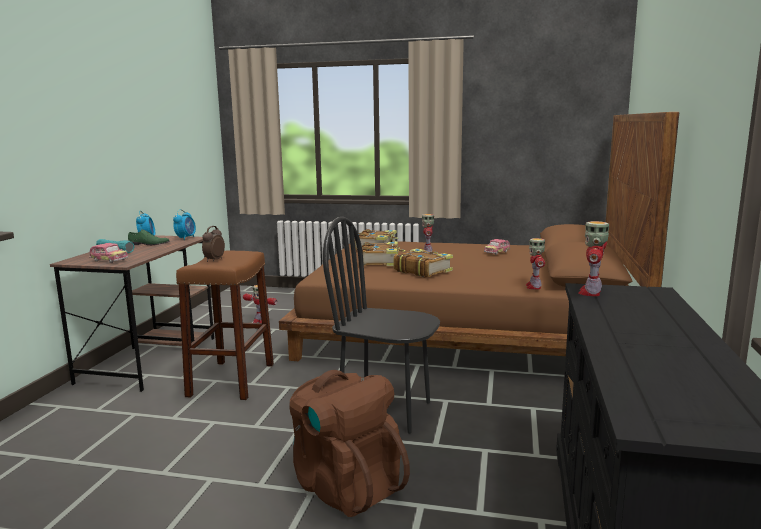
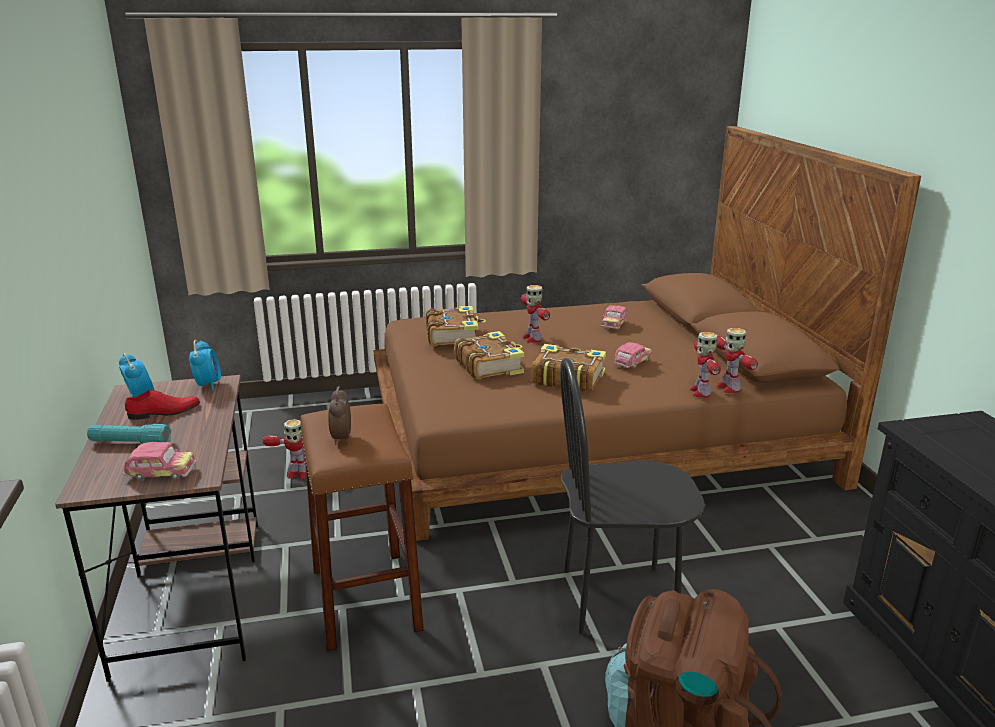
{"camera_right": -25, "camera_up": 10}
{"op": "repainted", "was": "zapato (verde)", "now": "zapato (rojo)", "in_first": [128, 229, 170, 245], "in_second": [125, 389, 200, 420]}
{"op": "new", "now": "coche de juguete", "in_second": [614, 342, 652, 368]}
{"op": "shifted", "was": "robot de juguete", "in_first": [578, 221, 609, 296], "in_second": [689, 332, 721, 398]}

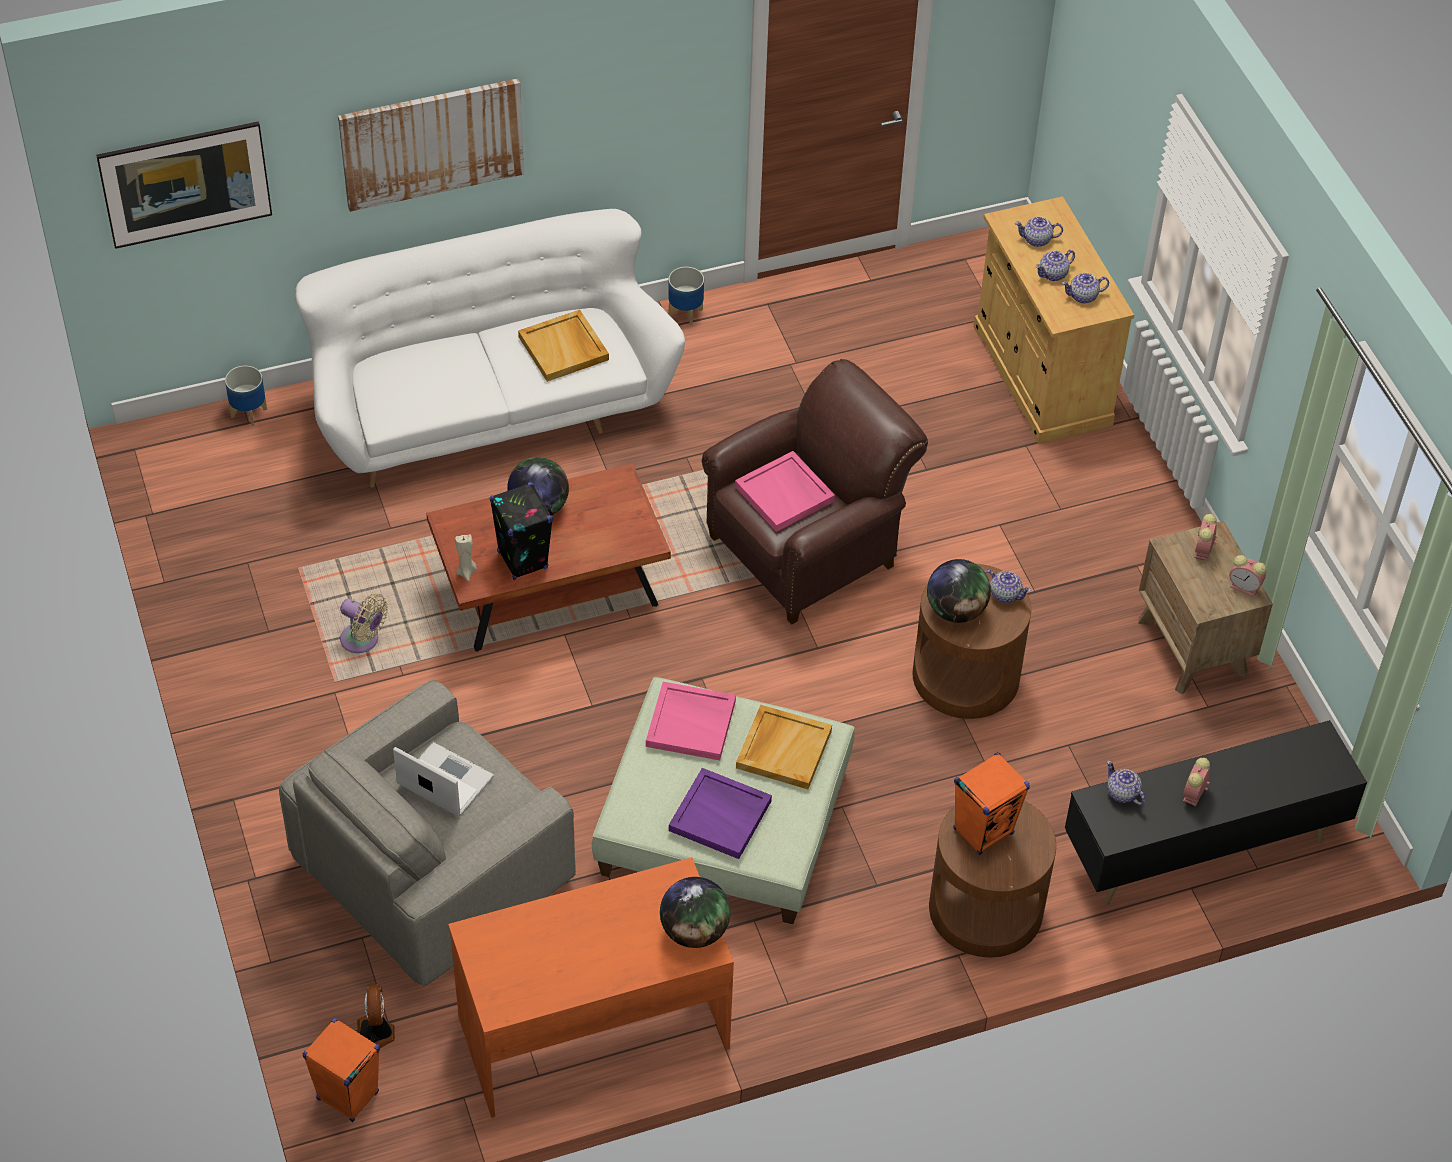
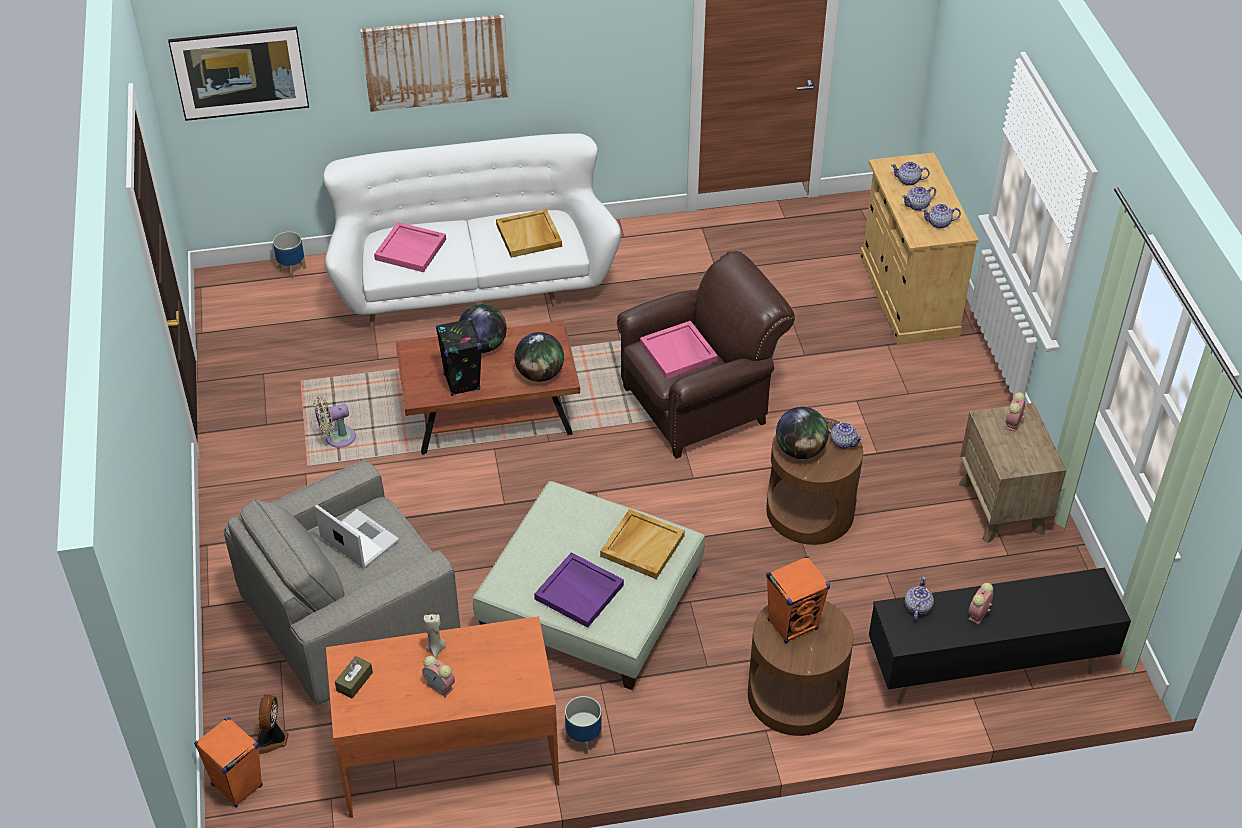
{"camera_right": 10, "camera_up": -5}
{"op": "rotated", "was": "ventilador (beis)", "in_first": [340, 594, 388, 653], "in_second": [313, 396, 356, 448], "clockwise": 120}
{"op": "new", "now": "caja de pañuelos (marrón)", "in_second": [335, 656, 373, 699]}
{"op": "shifted", "was": "bandeja (rosa)", "in_first": [646, 682, 736, 760], "in_second": [374, 222, 446, 272]}
{"op": "shifted", "was": "despertador", "in_first": [1229, 555, 1267, 597], "in_second": [422, 656, 455, 697]}
{"op": "shifted", "was": "vela (beis)", "in_first": [455, 534, 477, 582], "in_second": [424, 614, 446, 658]}
{"op": "shifted", "was": "globo terráqueo", "in_first": [660, 877, 731, 948], "in_second": [515, 332, 564, 382]}
{"op": "shifted", "was": "maceta", "in_first": [668, 267, 704, 326], "in_second": [565, 696, 602, 754]}
{"op": "rotated", "was": "tetera", "in_first": [1107, 760, 1145, 805], "in_second": [905, 577, 934, 619], "clockwise": 45}

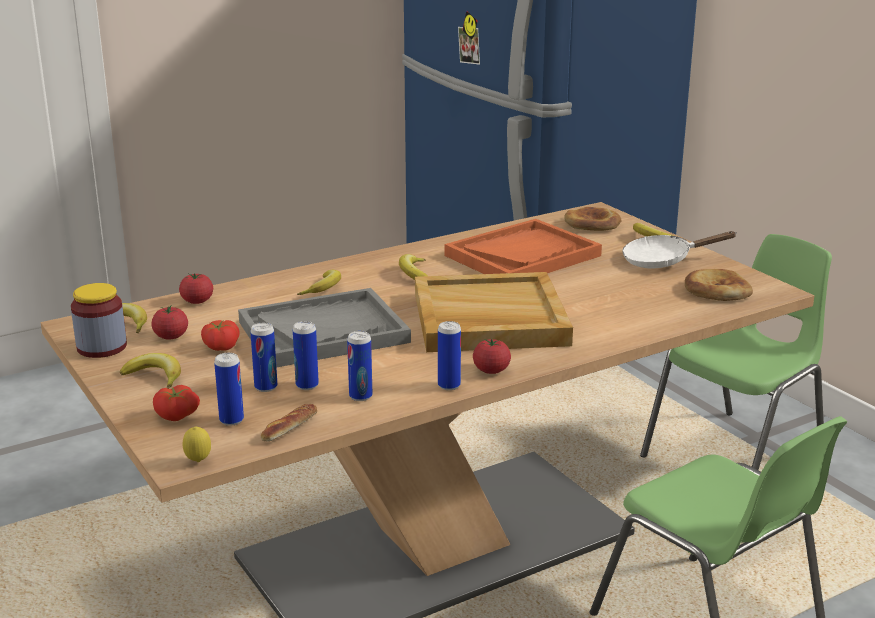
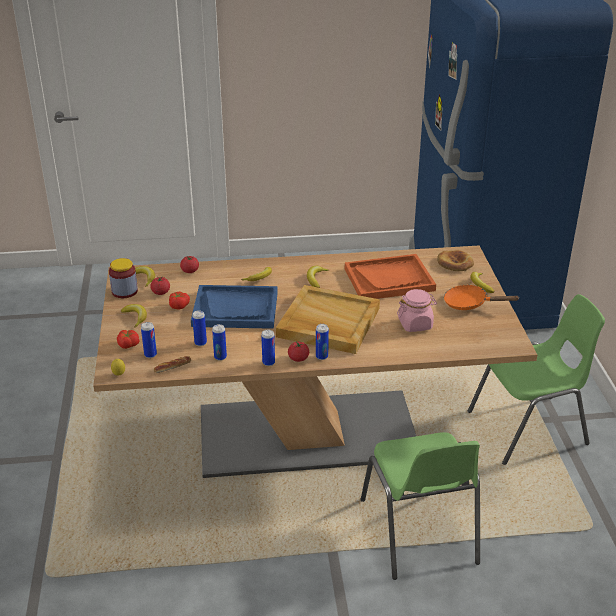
{"camera_right": 25, "camera_up": 10}
{"op": "repainted", "was": "bandeja (gris)", "now": "bandeja (azul)", "in_first": [238, 288, 411, 367], "in_second": [191, 285, 278, 329]}
{"op": "shifted", "was": "lata", "in_first": [250, 323, 278, 392], "in_second": [316, 324, 329, 360]}
{"op": "new", "now": "tarro (rosa)", "in_second": [397, 289, 437, 332]}
{"op": "repainted", "was": "sartén (blanco)", "now": "sartén (naranja)", "in_first": [622, 231, 737, 268], "in_second": [444, 284, 519, 310]}
{"op": "gone", "was": "pan", "in_first": [685, 269, 753, 301]}

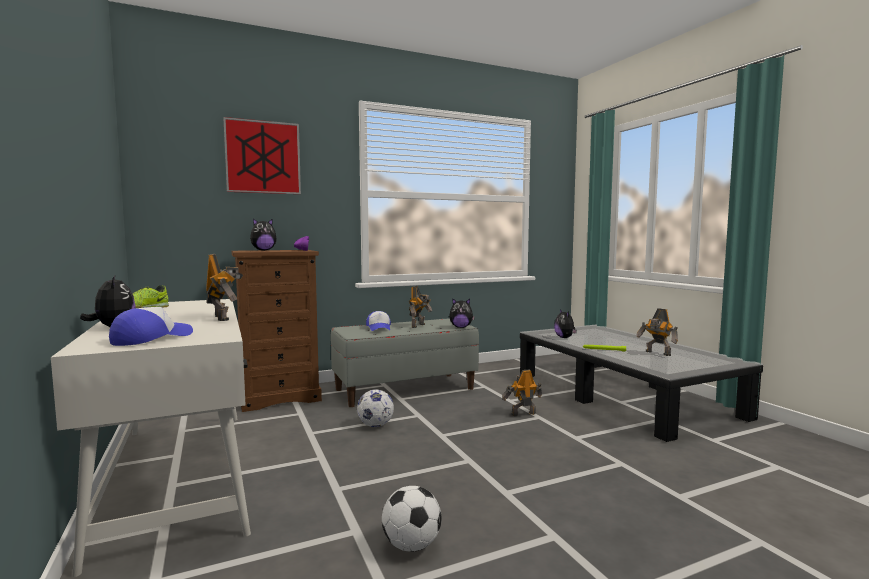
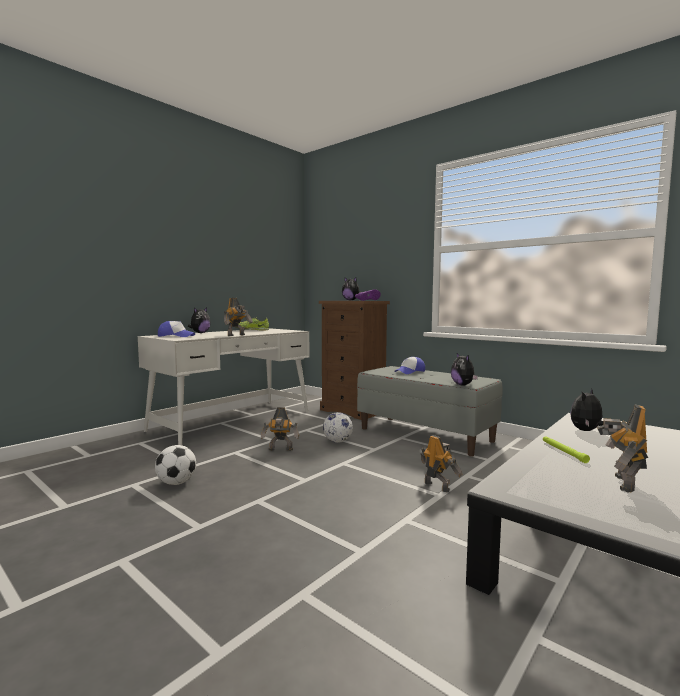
{"camera_right": 65, "camera_up": 0}
{"op": "shifted", "was": "robot de juguete", "in_first": [409, 286, 432, 328], "in_second": [261, 407, 299, 451]}
{"op": "gone", "was": "cuadro", "in_first": [223, 117, 301, 194]}

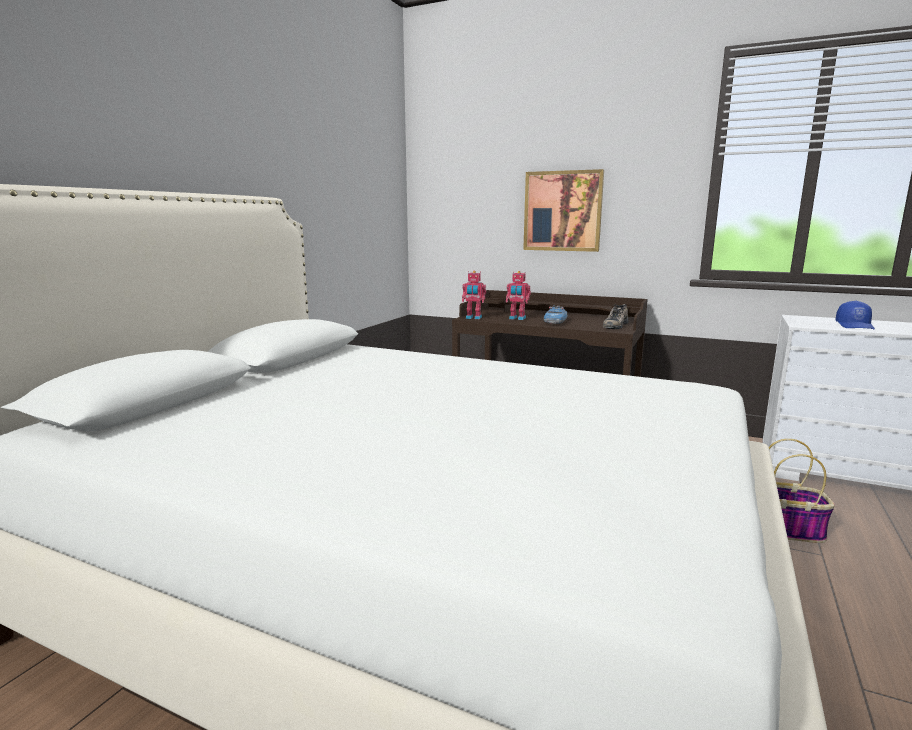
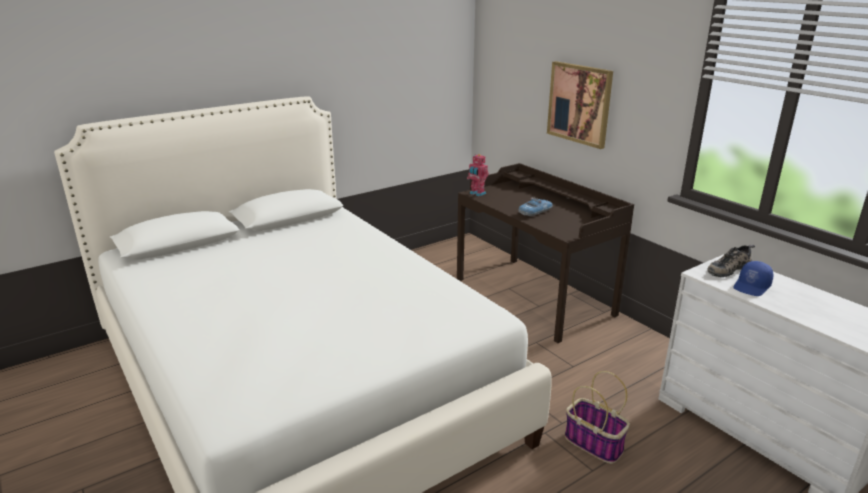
{"camera_right": 30, "camera_up": 10}
{"op": "shifted", "was": "zapato", "in_first": [603, 304, 628, 329], "in_second": [707, 245, 755, 277]}
{"op": "gone", "was": "robot de juguete", "in_first": [506, 271, 531, 320]}

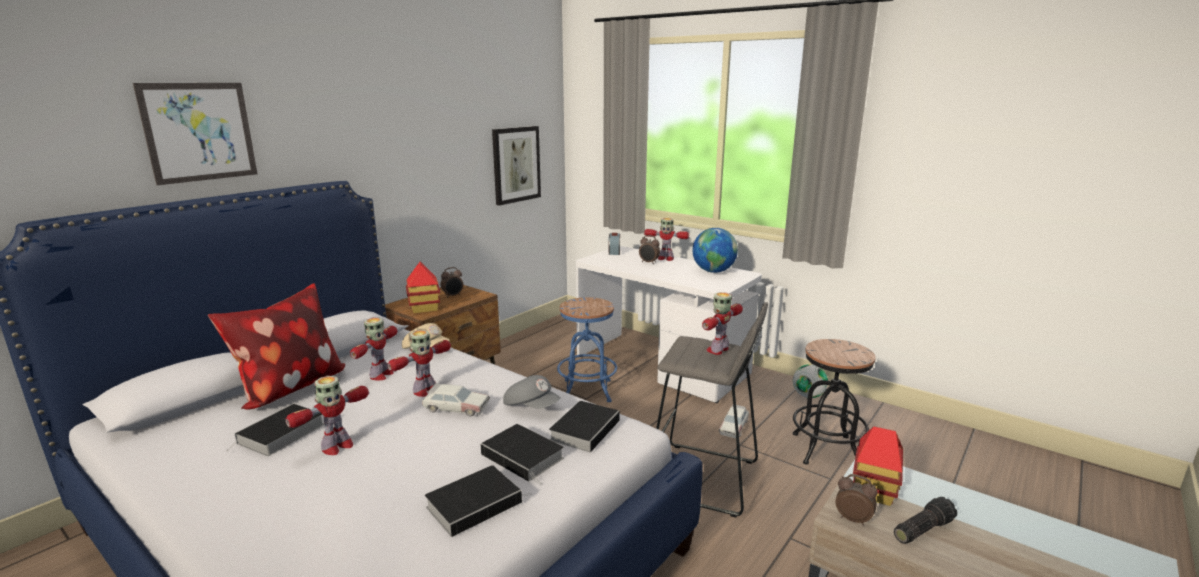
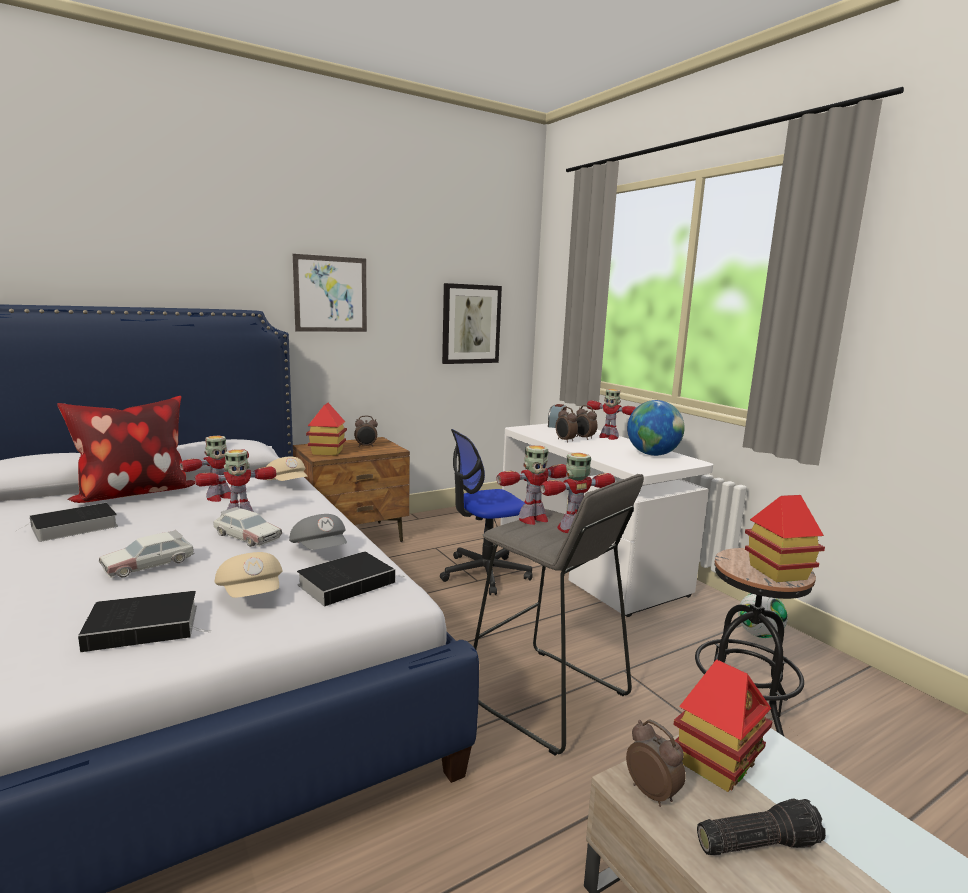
{"camera_right": 20, "camera_up": -5}
{"op": "shifted", "was": "coche de juguete", "in_first": [719, 405, 749, 438], "in_second": [99, 530, 195, 578]}
{"op": "swapped", "was": "libro", "now": "gorra (beis)", "in_first": [481, 424, 564, 485], "in_second": [215, 552, 283, 598]}
{"op": "shifted", "was": "cuadro", "in_first": [133, 83, 257, 185], "in_second": [293, 254, 367, 332]}
{"op": "swapped", "was": "taburete (azul)", "now": "silla de oficina", "in_first": [557, 297, 617, 402], "in_second": [440, 429, 533, 595]}
{"op": "shifted", "was": "robot de juguete", "in_first": [285, 376, 369, 455], "in_second": [496, 445, 567, 525]}
{"op": "new", "now": "despertador", "in_second": [556, 407, 578, 443]}
{"op": "new", "now": "casita", "in_second": [745, 495, 825, 582]}

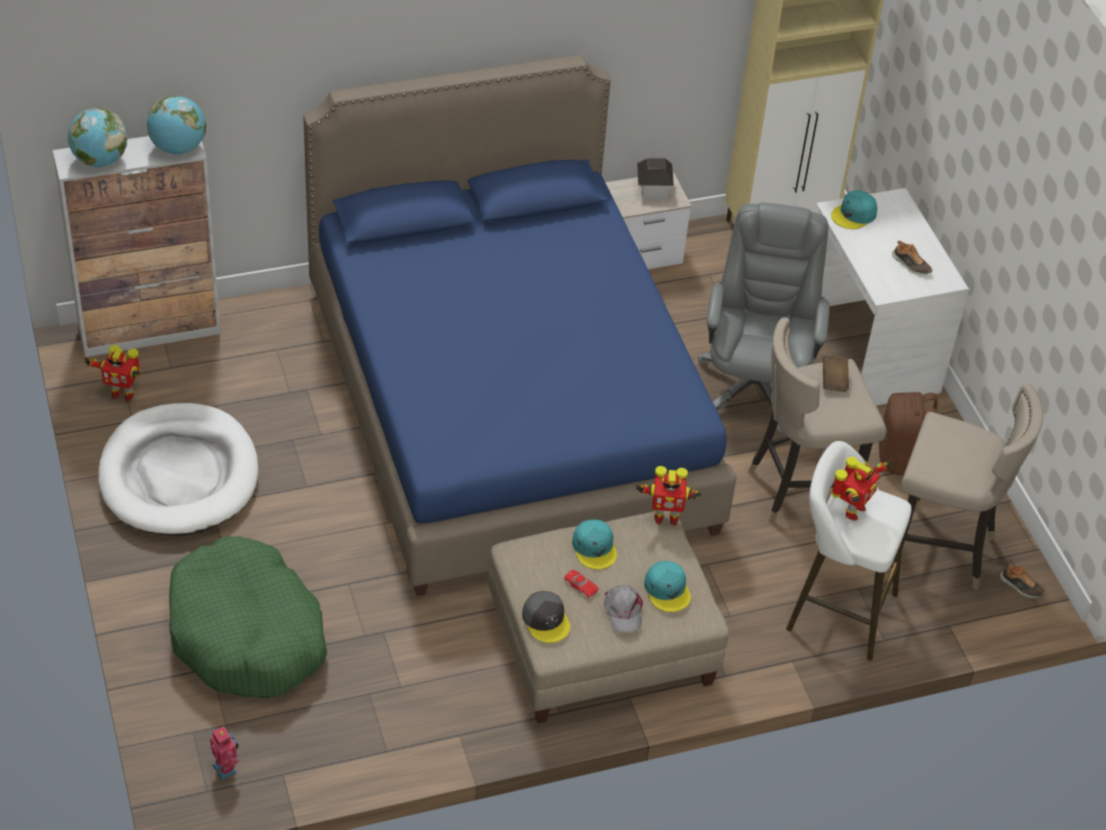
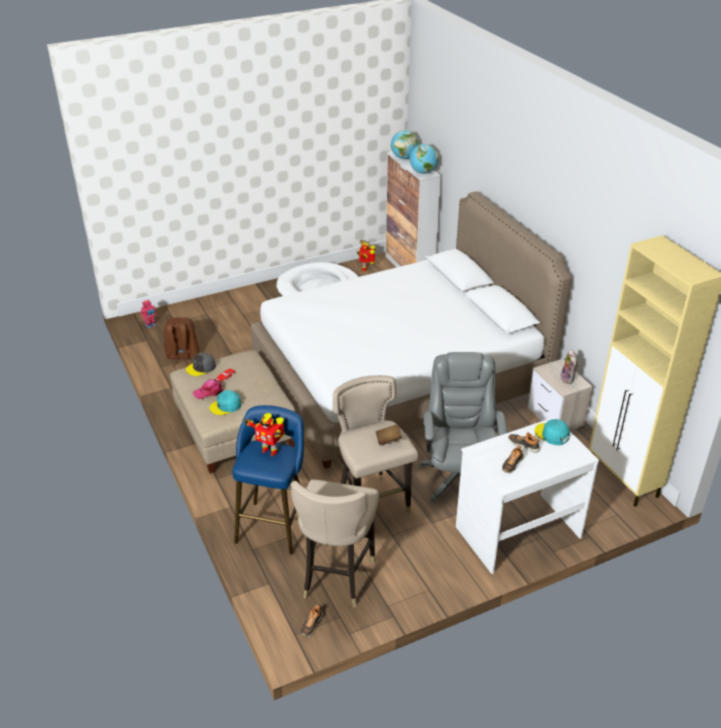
{"camera_right": 85, "camera_up": -10}
{"op": "shifted", "was": "mochila (marrón)", "in_first": [879, 392, 938, 475], "in_second": [164, 317, 199, 367]}
{"op": "repainted", "was": "gorra (gris)", "now": "gorra (rosa)", "in_first": [604, 585, 643, 633], "in_second": [193, 379, 224, 399]}
{"op": "repainted", "was": "taburete (blanco)", "now": "taburete (azul)", "in_first": [786, 441, 911, 661], "in_second": [232, 405, 304, 555]}
{"op": "repainted", "was": "cama (azul)", "now": "cama (blanco)", "in_first": [303, 55, 736, 596], "in_second": [251, 191, 572, 469]}
{"op": "rotated", "was": "silla de oficina (gris)", "in_first": [698, 202, 830, 433], "in_second": [418, 352, 508, 502], "clockwise": -90}
{"op": "new", "now": "zapato", "in_second": [508, 432, 540, 453]}
{"op": "swapped", "was": "casita", "now": "peluche", "in_first": [637, 158, 674, 199], "in_second": [561, 349, 578, 384]}
{"op": "gone", "was": "cama para perro (verde)", "in_first": [169, 536, 327, 698]}
{"op": "gone", "was": "gorra (turquesa)", "in_first": [572, 519, 617, 570]}
{"op": "gone", "was": "robot de juguete", "in_first": [636, 466, 701, 526]}

